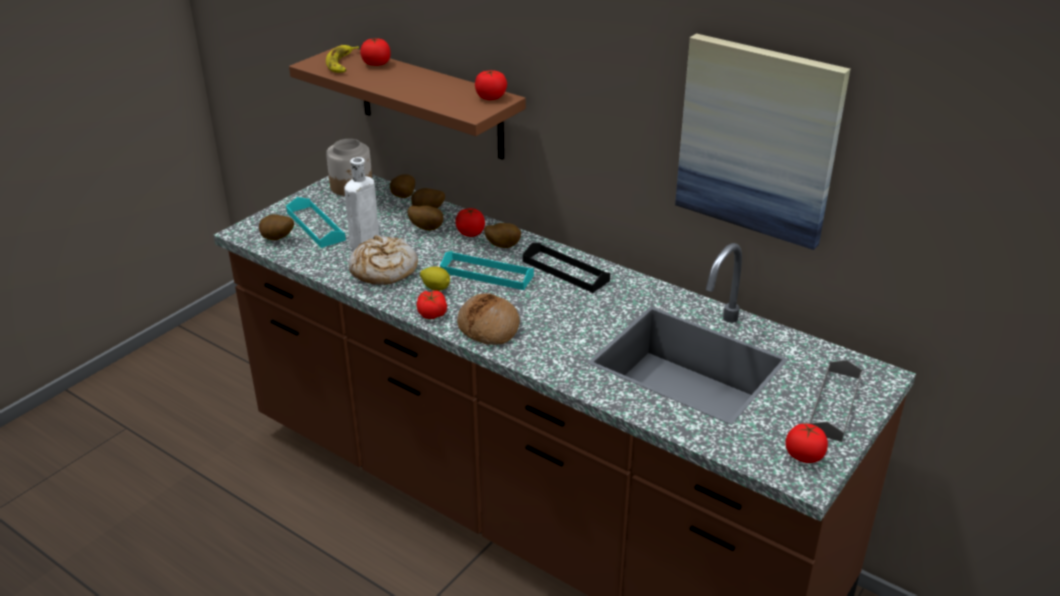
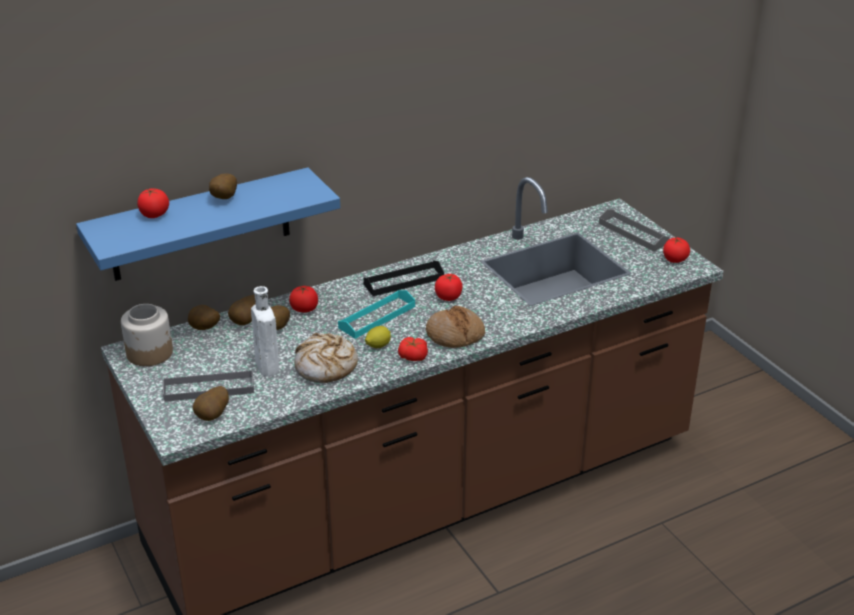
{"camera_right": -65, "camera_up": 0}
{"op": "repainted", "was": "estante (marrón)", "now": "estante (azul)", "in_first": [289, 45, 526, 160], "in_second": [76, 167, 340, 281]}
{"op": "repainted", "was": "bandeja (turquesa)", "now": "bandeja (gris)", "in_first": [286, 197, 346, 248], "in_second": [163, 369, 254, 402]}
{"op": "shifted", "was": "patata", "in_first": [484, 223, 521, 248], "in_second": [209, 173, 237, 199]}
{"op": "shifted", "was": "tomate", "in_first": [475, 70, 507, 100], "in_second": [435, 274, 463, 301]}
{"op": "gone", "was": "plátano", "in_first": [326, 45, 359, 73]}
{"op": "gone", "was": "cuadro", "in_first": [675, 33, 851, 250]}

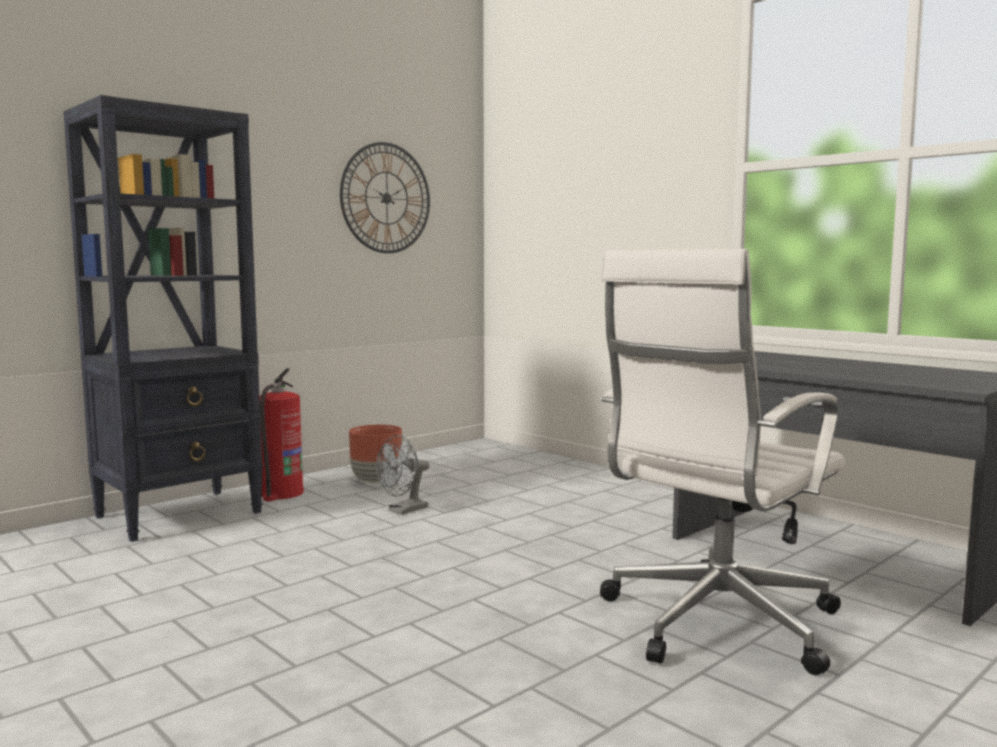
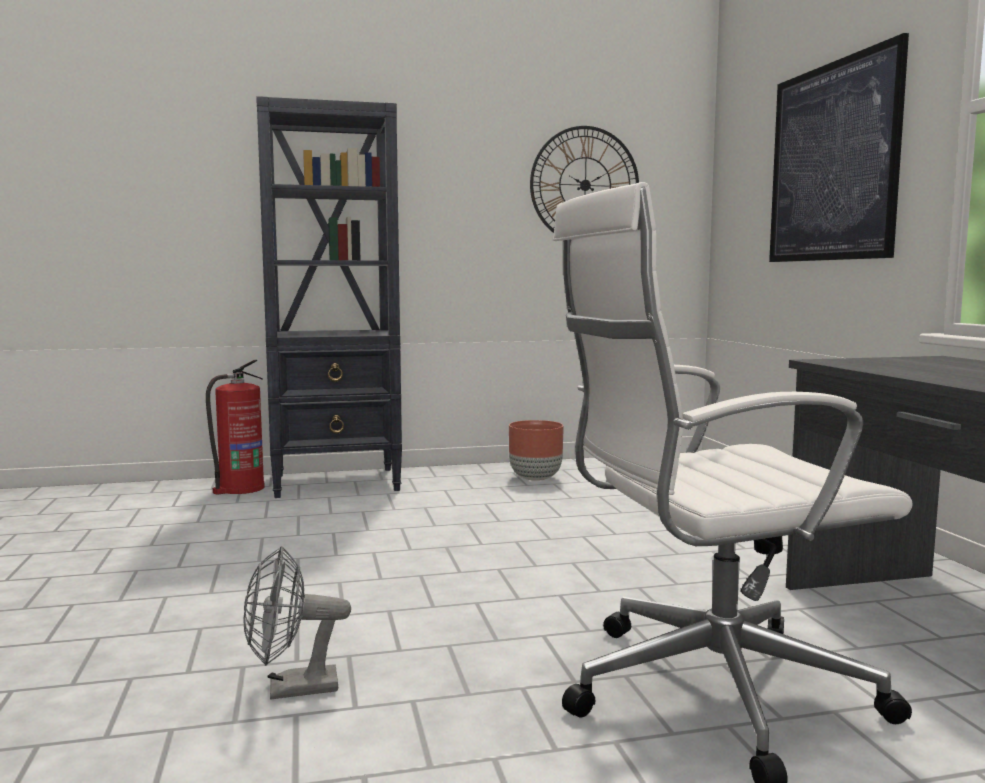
{"camera_right": 30, "camera_up": 0}
{"op": "shifted", "was": "extintor", "in_first": [259, 368, 304, 501], "in_second": [206, 360, 265, 495]}
{"op": "shifted", "was": "ventilador (gris)", "in_first": [376, 435, 429, 514], "in_second": [243, 546, 351, 700]}
{"op": "new", "now": "cuadro", "in_second": [769, 33, 909, 262]}

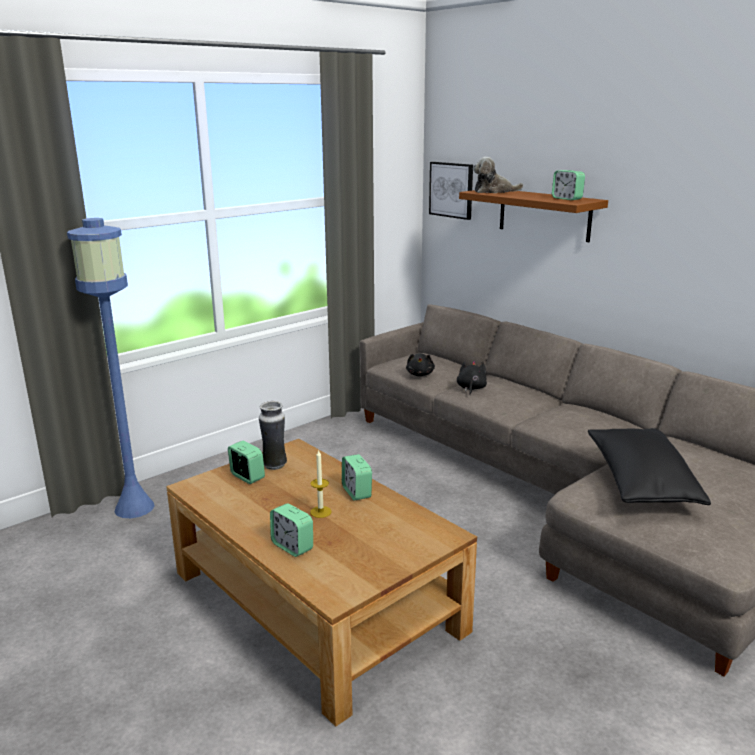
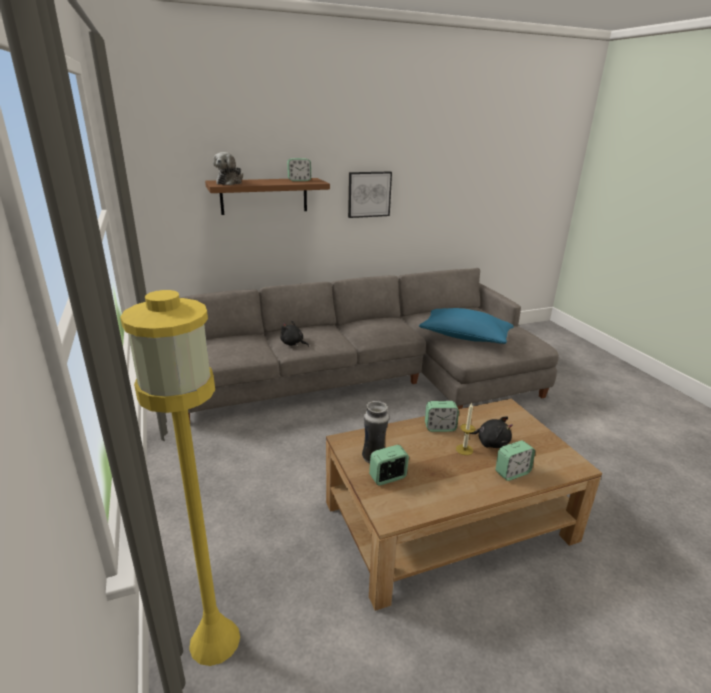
{"camera_right": -70, "camera_up": 5}
{"op": "repainted", "was": "lámpara de pie (azul)", "now": "lámpara de pie (amarillo)", "in_first": [67, 218, 155, 518], "in_second": [120, 290, 240, 666]}
{"op": "shifted", "was": "cuadro", "in_first": [429, 162, 473, 220], "in_second": [348, 171, 392, 218]}
{"op": "repainted", "was": "cojín (negro)", "now": "cojín (azul)", "in_first": [588, 428, 711, 505], "in_second": [419, 308, 514, 344]}
{"op": "shifted", "was": "peluche (negro)", "in_first": [406, 353, 435, 376], "in_second": [464, 416, 513, 448]}

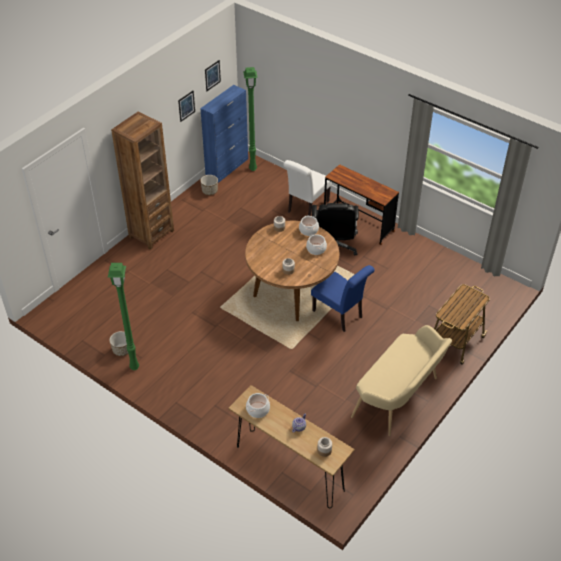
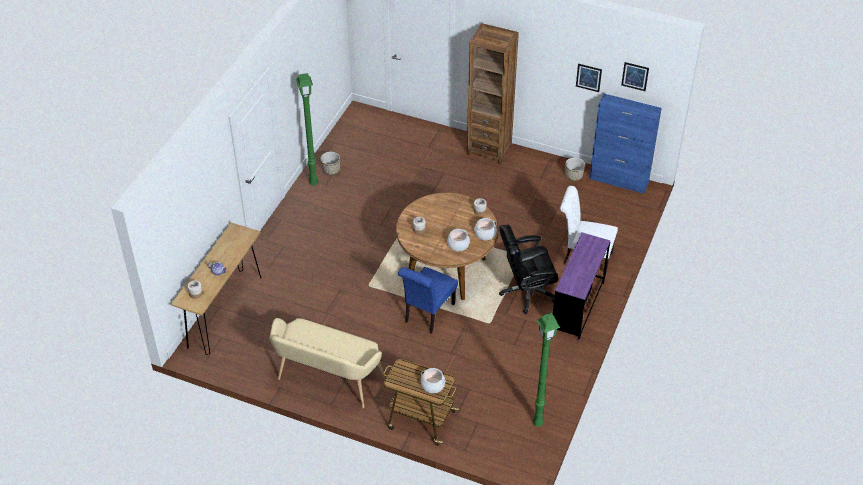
{"camera_right": 75, "camera_up": 0}
{"op": "shifted", "was": "olla", "in_first": [246, 393, 270, 418], "in_second": [421, 368, 445, 393]}
{"op": "shifted", "was": "lámpara de pie (verde)", "in_first": [243, 67, 257, 171], "in_second": [533, 313, 560, 427]}
{"op": "repainted", "was": "escritorio (marrón)", "now": "escritorio (morado)", "in_first": [324, 164, 399, 245], "in_second": [553, 233, 611, 341]}

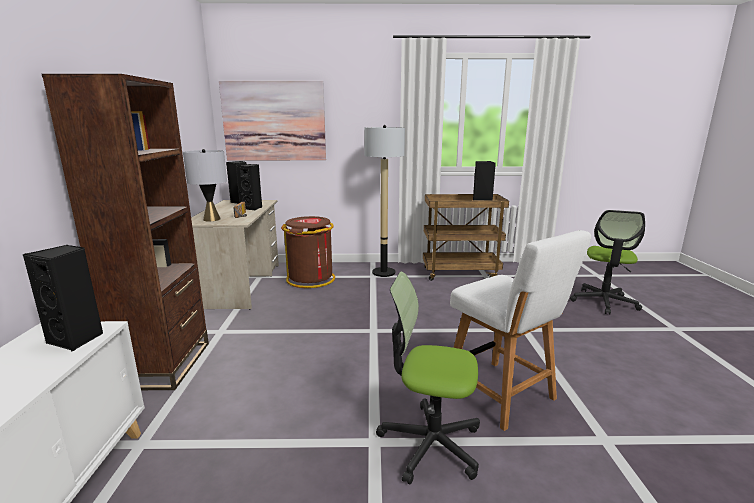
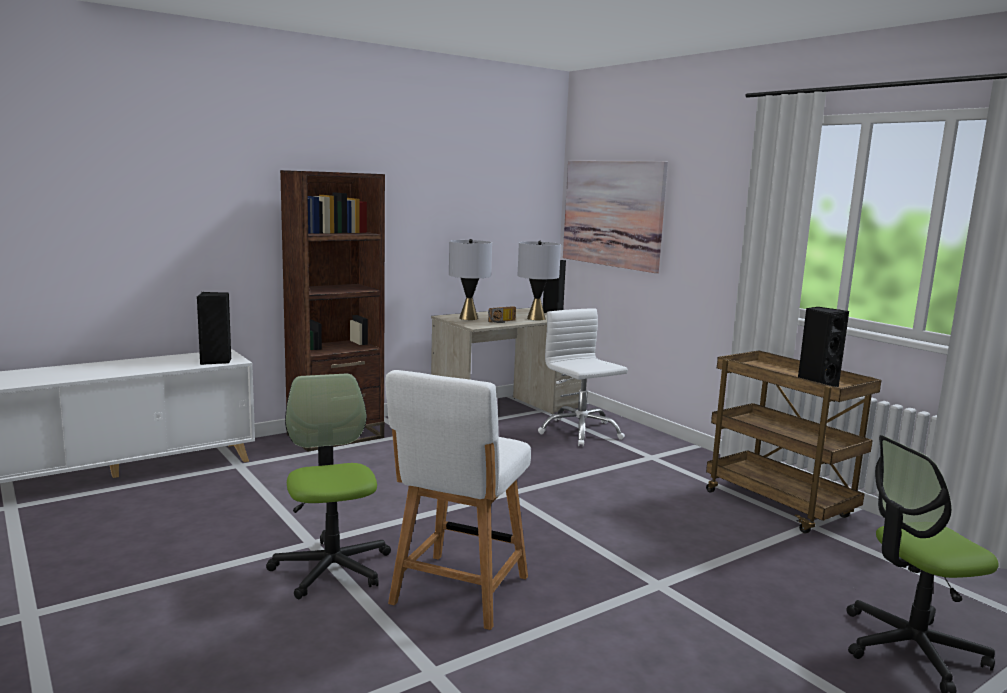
{"camera_right": 55, "camera_up": -5}
{"op": "swapped", "was": "altavoz (negro)", "now": "lámpara de mesa (gris)", "in_first": [236, 164, 262, 210], "in_second": [518, 241, 561, 320]}
{"op": "swapped", "was": "papelera (marrón)", "now": "silla de oficina (blanco)", "in_first": [281, 216, 335, 288], "in_second": [538, 308, 628, 446]}
{"op": "gone", "was": "lámpara de pie", "in_first": [364, 125, 405, 277]}

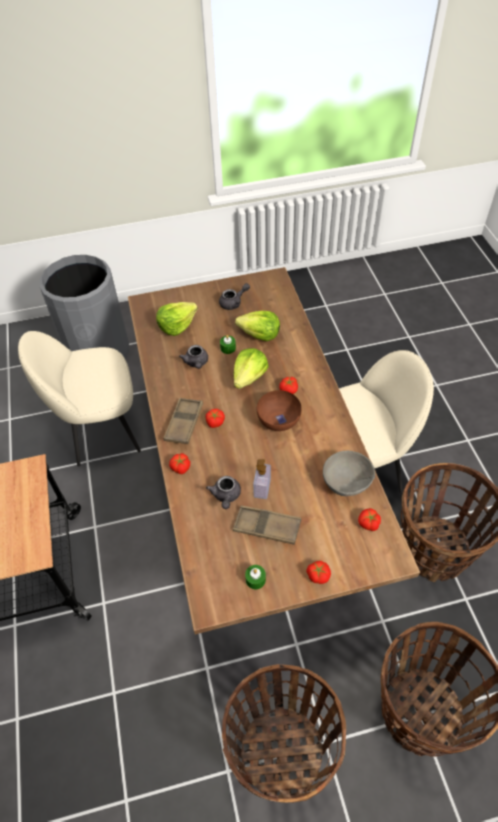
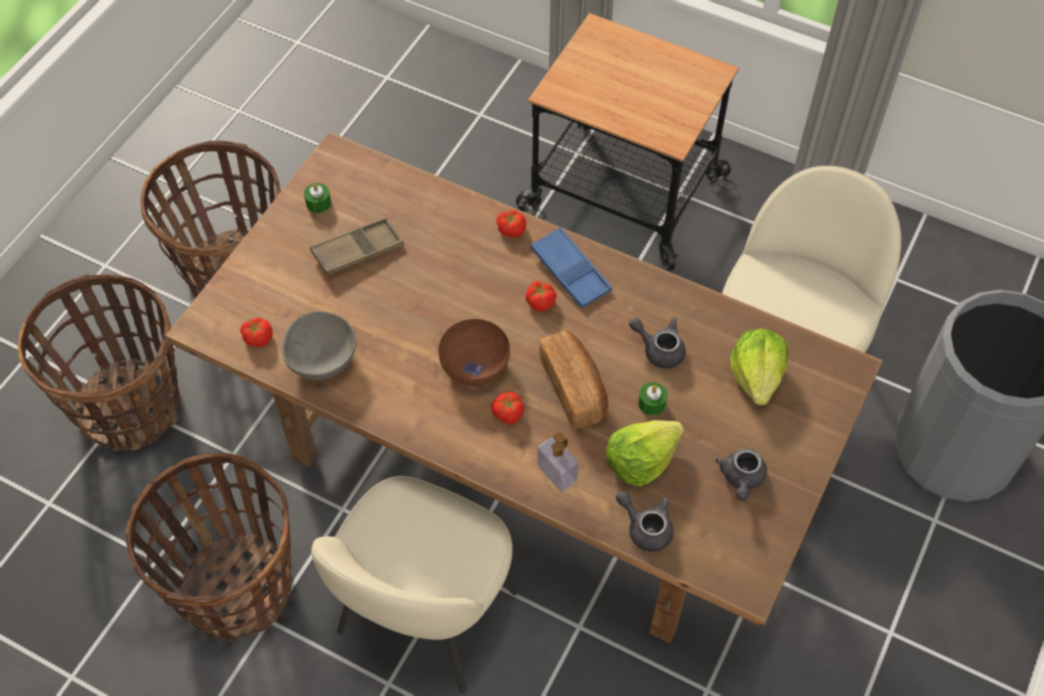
{"camera_right": 130, "camera_up": 5}
{"op": "repainted", "was": "bandeja (marrón)", "now": "bandeja (azul)", "in_first": [163, 398, 203, 444], "in_second": [530, 227, 612, 309]}
{"op": "shifted", "was": "dispensador de jabón", "in_first": [253, 459, 271, 499], "in_second": [537, 432, 578, 492]}
{"op": "swapped", "was": "lechuga", "now": "pan", "in_first": [233, 348, 269, 389], "in_second": [539, 331, 608, 429]}
{"op": "shifted", "was": "tetera (gris)", "in_first": [206, 476, 241, 509], "in_second": [616, 491, 673, 552]}
{"op": "gone", "was": "tomate", "in_first": [306, 561, 331, 584]}

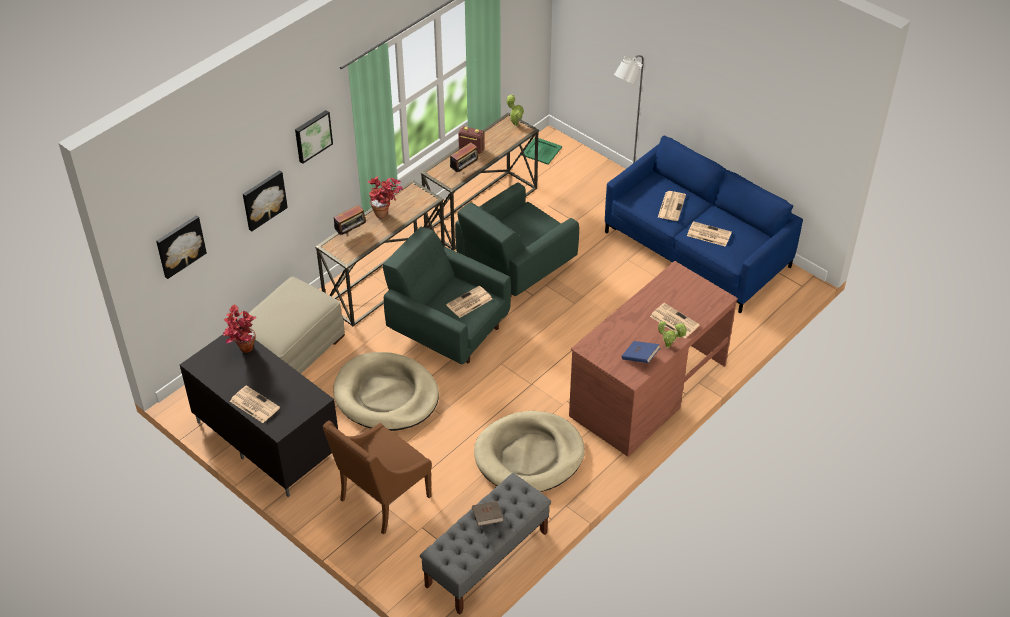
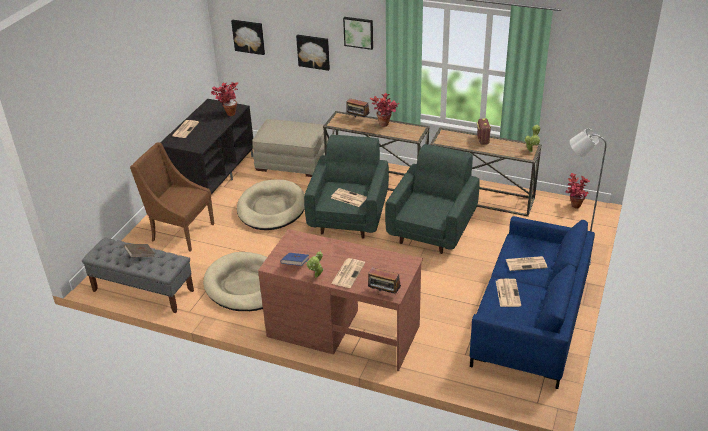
{"camera_right": 70, "camera_up": -10}
{"op": "shifted", "was": "radio", "in_first": [450, 142, 480, 172], "in_second": [368, 268, 401, 295]}
{"op": "rotated", "was": "sillón (verde)", "in_first": [455, 182, 579, 296], "in_second": [385, 144, 480, 254], "clockwise": 90}
{"op": "swapped", "was": "bandeja (verde)", "now": "planta en maceta", "in_first": [522, 138, 562, 165], "in_second": [565, 173, 590, 208]}

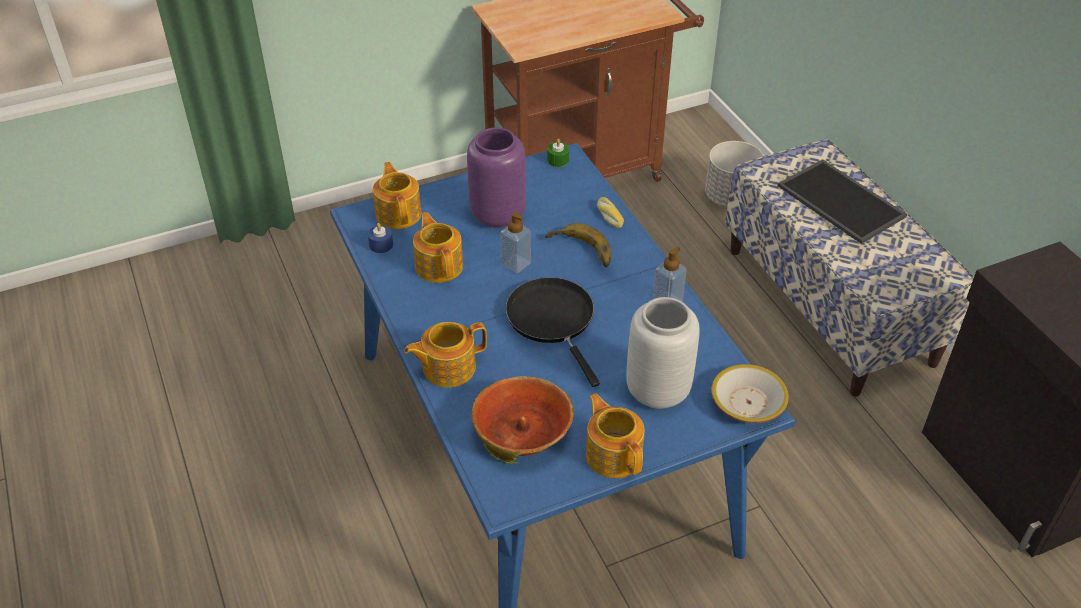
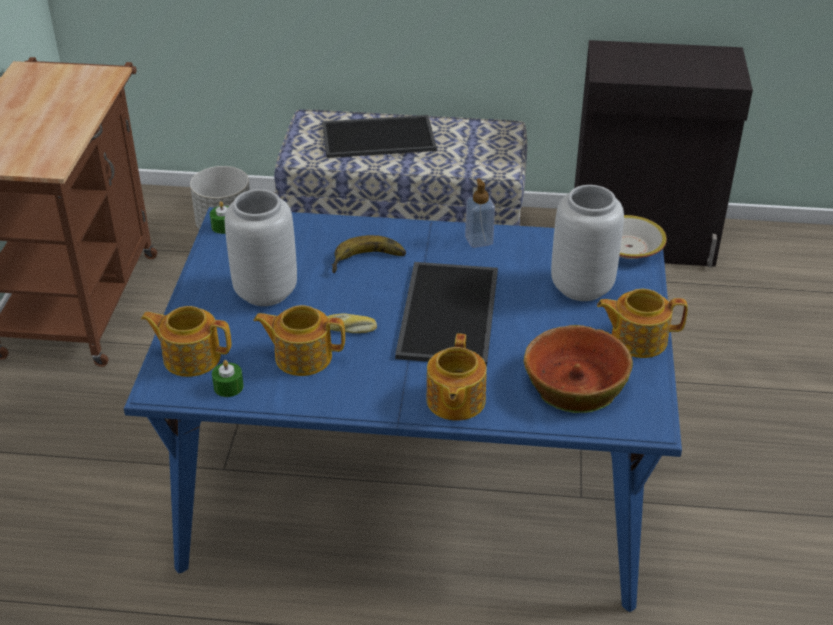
{"camera_right": -60, "camera_up": -5}
{"op": "repainted", "was": "vela (azul)", "now": "vela (verde)", "in_first": [368, 223, 393, 253], "in_second": [212, 360, 244, 397]}
{"op": "repainted", "was": "florero (morado)", "now": "florero (gris)", "in_first": [467, 127, 526, 228], "in_second": [225, 189, 297, 306]}
{"op": "shifted", "was": "pan", "in_first": [597, 197, 624, 228], "in_second": [327, 313, 377, 333]}
{"op": "swapped", "was": "sartén (negro)", "now": "bandeja", "in_first": [505, 277, 600, 387], "in_second": [395, 262, 498, 366]}
{"op": "gone", "was": "dispensador de jabón", "in_first": [500, 212, 531, 273]}

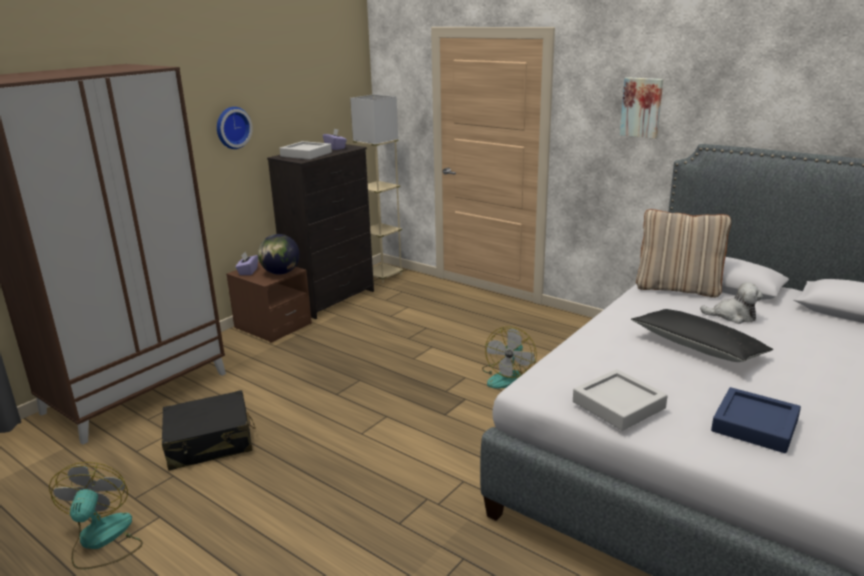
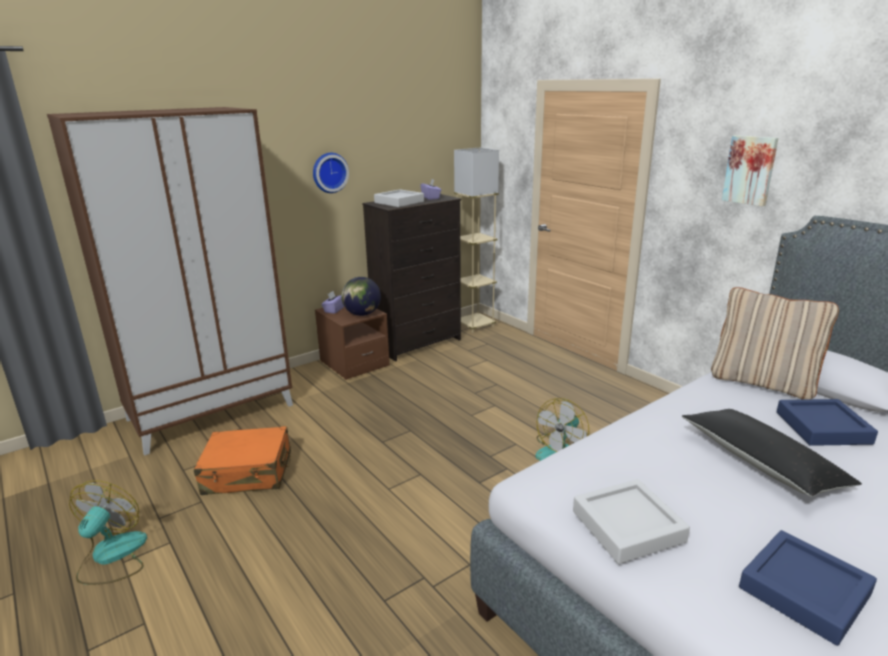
{"camera_right": 15, "camera_up": 0}
{"op": "repainted", "was": "maleta (negro)", "now": "maleta (naranja)", "in_first": [162, 390, 256, 470], "in_second": [194, 426, 291, 495]}
{"op": "swapped", "was": "peluche", "now": "bandeja (azul)", "in_first": [700, 282, 763, 324], "in_second": [777, 399, 878, 446]}

